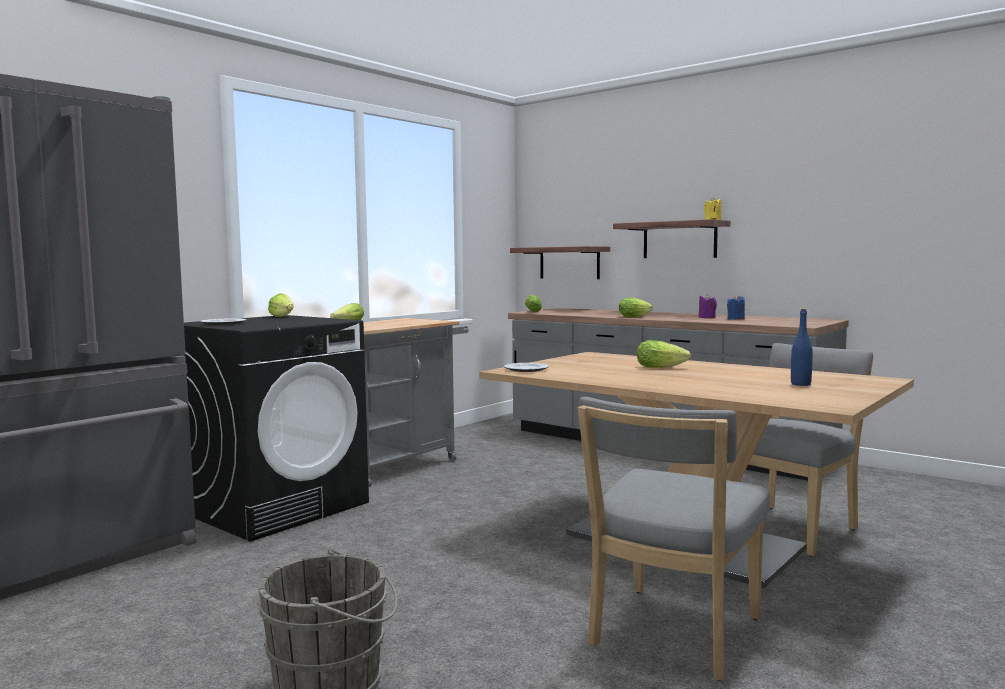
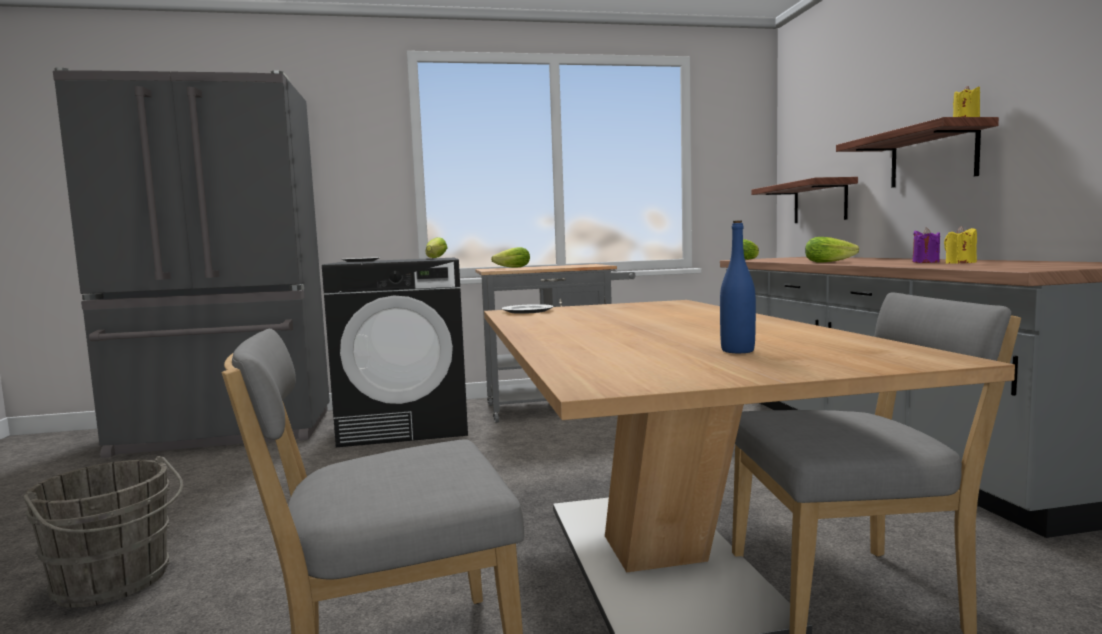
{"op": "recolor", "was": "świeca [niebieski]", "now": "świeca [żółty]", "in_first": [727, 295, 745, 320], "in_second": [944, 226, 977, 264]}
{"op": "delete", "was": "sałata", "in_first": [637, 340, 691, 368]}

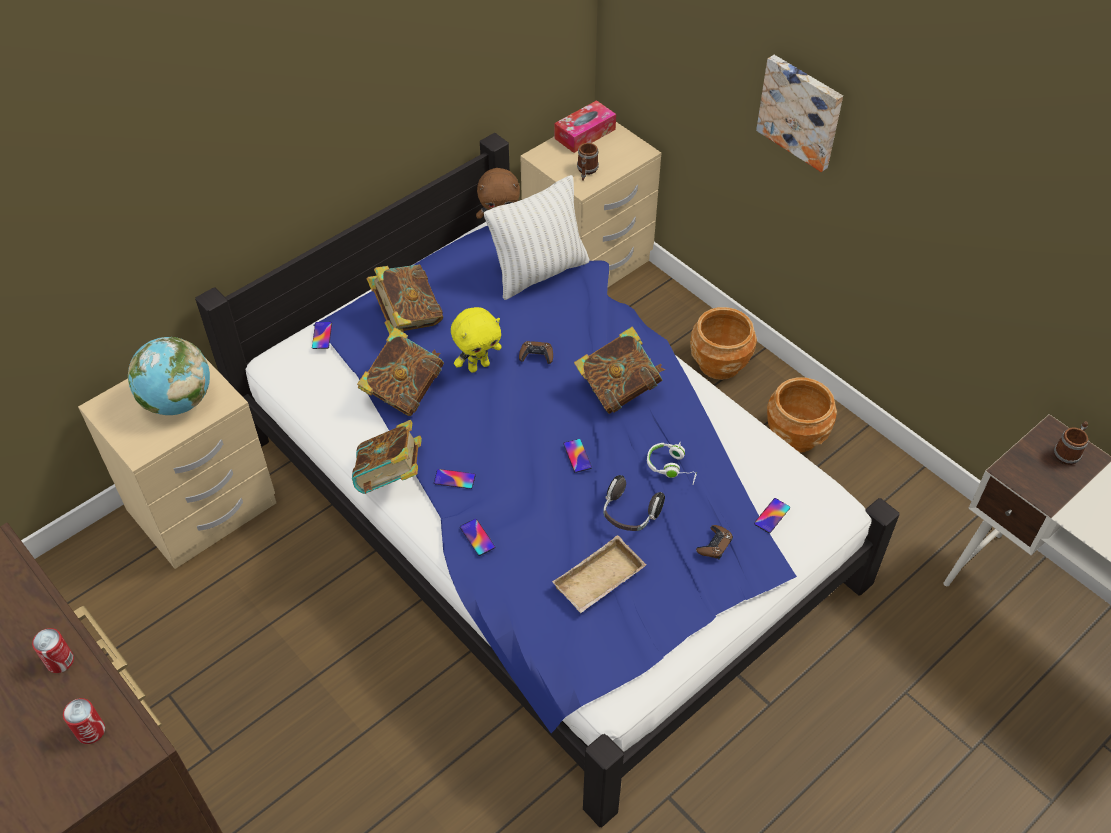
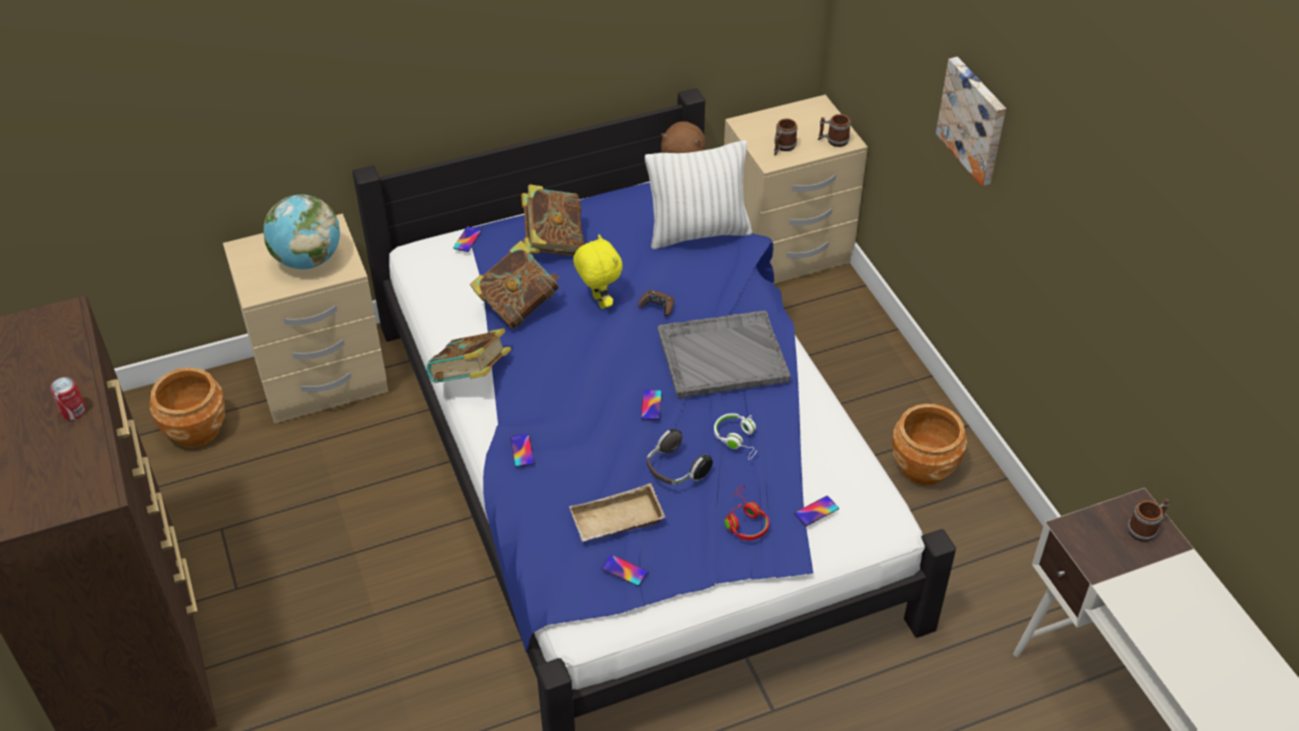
{"op": "move", "was": "donica [brązowy]", "in_first": [690, 307, 757, 380], "in_second": [150, 368, 225, 448]}
{"op": "rotate", "was": "pluszak [żółty]", "in_first": [451, 307, 502, 373], "in_second": [573, 234, 623, 309], "clockwise": -105}
{"op": "move", "was": "telefon", "in_first": [434, 469, 476, 489], "in_second": [601, 555, 648, 586]}
{"op": "replace", "was": "książka", "now": "taca [szary]", "in_first": [574, 327, 665, 414], "in_second": [657, 311, 791, 399]}
{"op": "replace", "was": "pad do gier [brązowy]", "now": "słuchawki [czerwony]", "in_first": [696, 525, 733, 559], "in_second": [724, 485, 769, 540]}
{"op": "insert", "now": "kubek", "in_second": [818, 114, 851, 147]}
{"op": "delete", "was": "puszka", "in_first": [63, 698, 105, 744]}
{"op": "delete", "was": "pudełko chusteczek", "in_first": [555, 100, 616, 153]}

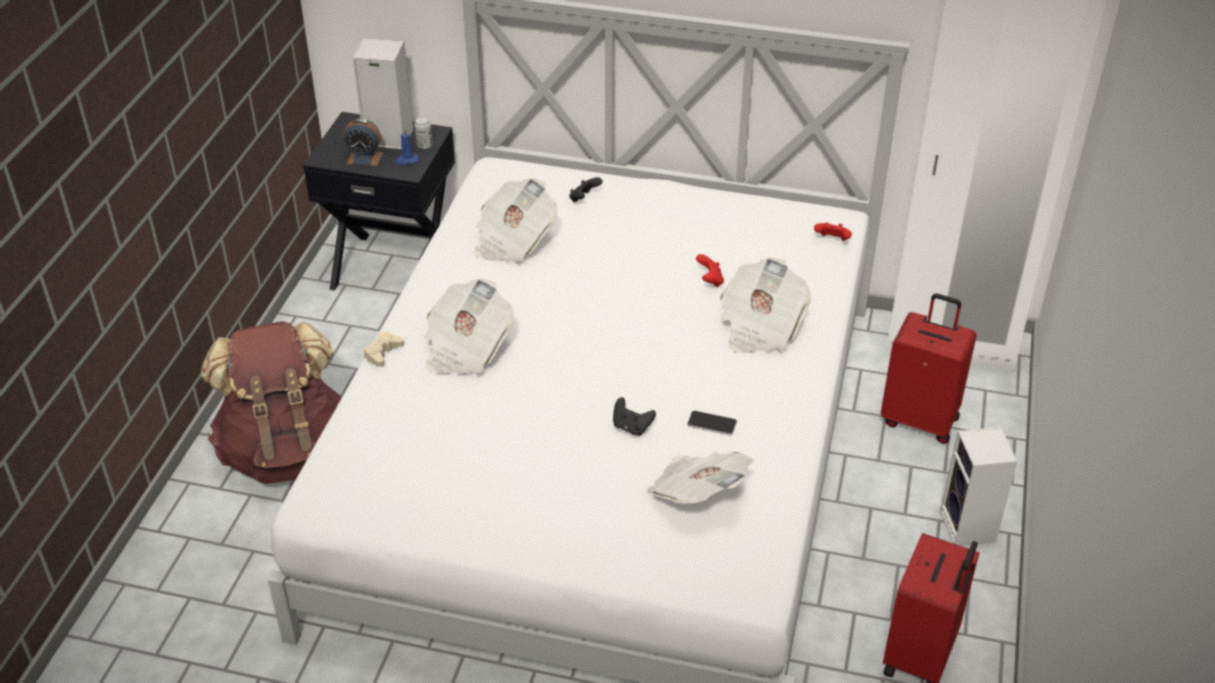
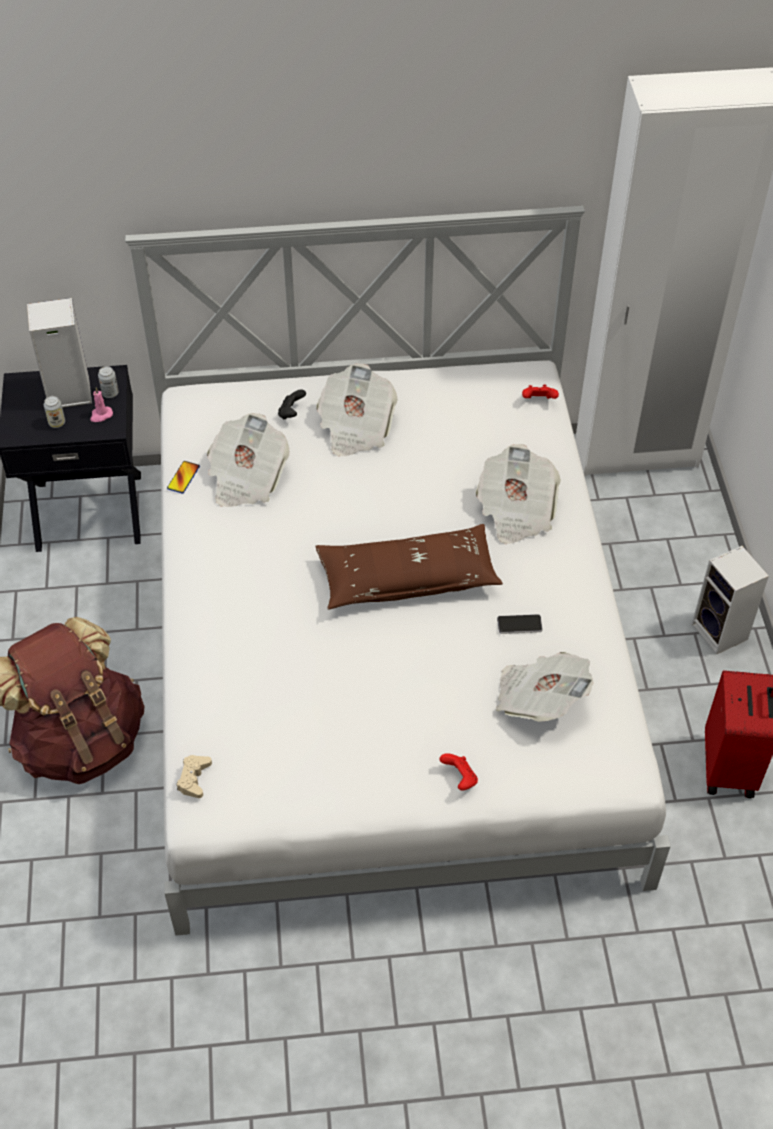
{"op": "replace", "was": "budzik", "now": "puszka", "in_first": [343, 119, 383, 166], "in_second": [44, 396, 65, 428]}
{"op": "recolor", "was": "świeca [niebieski]", "now": "świeca [różowy]", "in_first": [395, 128, 418, 165], "in_second": [90, 387, 113, 422]}
{"op": "insert", "now": "telefon", "in_second": [167, 461, 200, 493]}
{"op": "move", "was": "pad do gier [beżowy]", "in_first": [364, 332, 404, 367], "in_second": [177, 755, 212, 798]}
{"op": "insert", "now": "poduszka [brązowy]", "in_second": [315, 524, 503, 610]}
{"op": "move", "was": "gazeta", "in_first": [424, 279, 514, 374], "in_second": [316, 363, 398, 457]}
{"op": "move", "was": "pad do gier [czerwony]", "in_first": [696, 254, 724, 287], "in_second": [439, 753, 478, 790]}
{"op": "delete", "was": "pad do gier [czarny]", "in_first": [613, 397, 656, 436]}
{"op": "delete", "was": "walizka [czerwony]", "in_first": [881, 293, 977, 444]}

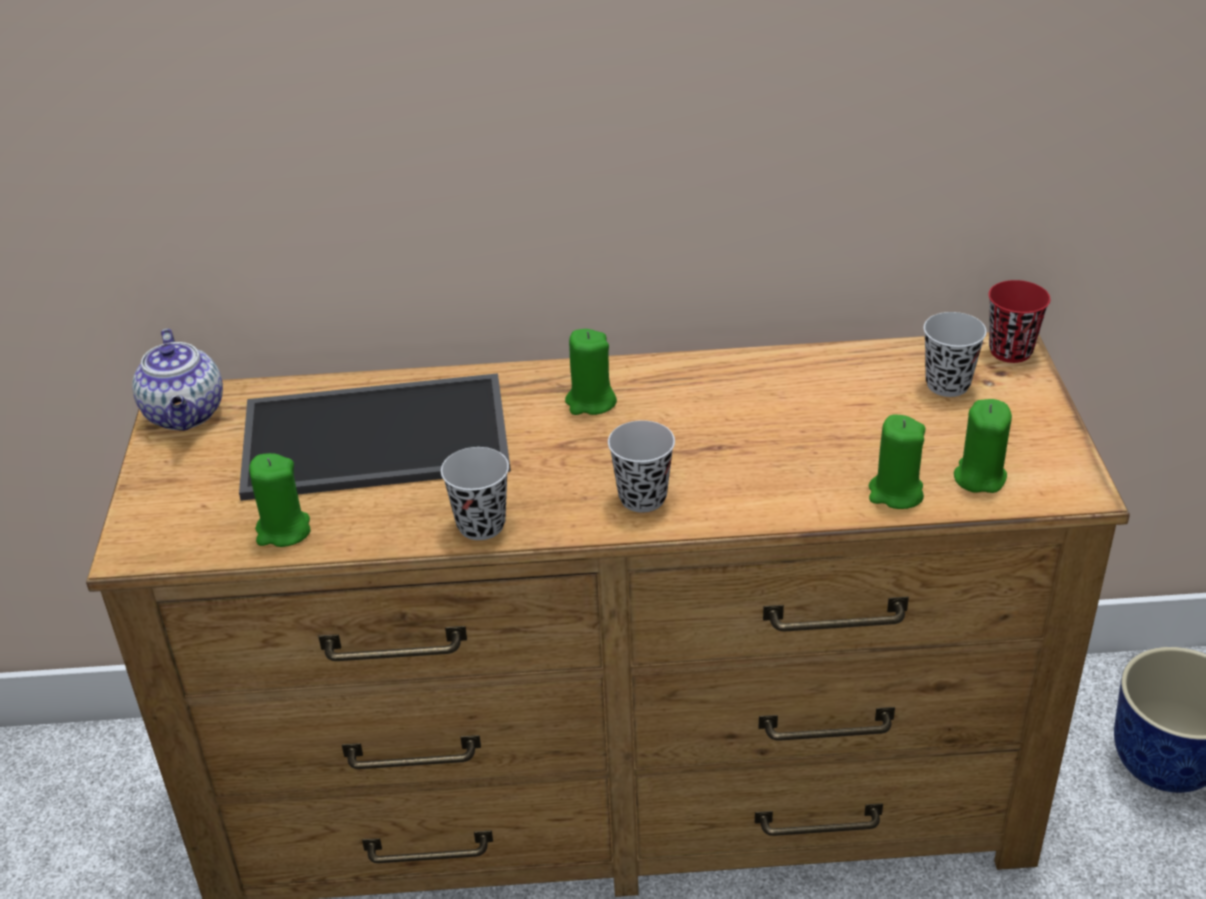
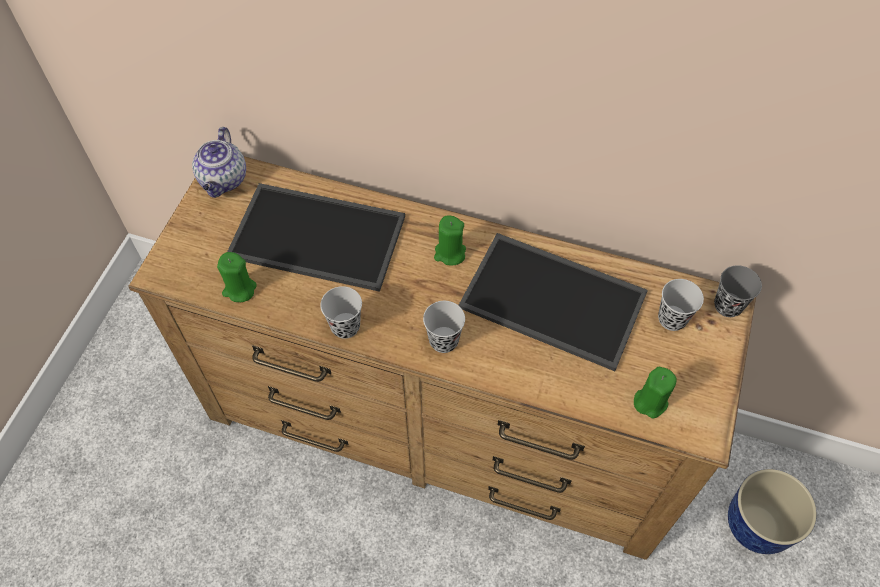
{"op": "insert", "now": "taca", "in_second": [458, 233, 648, 371]}
{"op": "recolor", "was": "filiżanka [czerwony]", "now": "filiżanka [szary]", "in_first": [989, 280, 1050, 363], "in_second": [714, 265, 762, 317]}
{"op": "delete", "was": "świeca [zielony]", "in_first": [868, 415, 926, 509]}

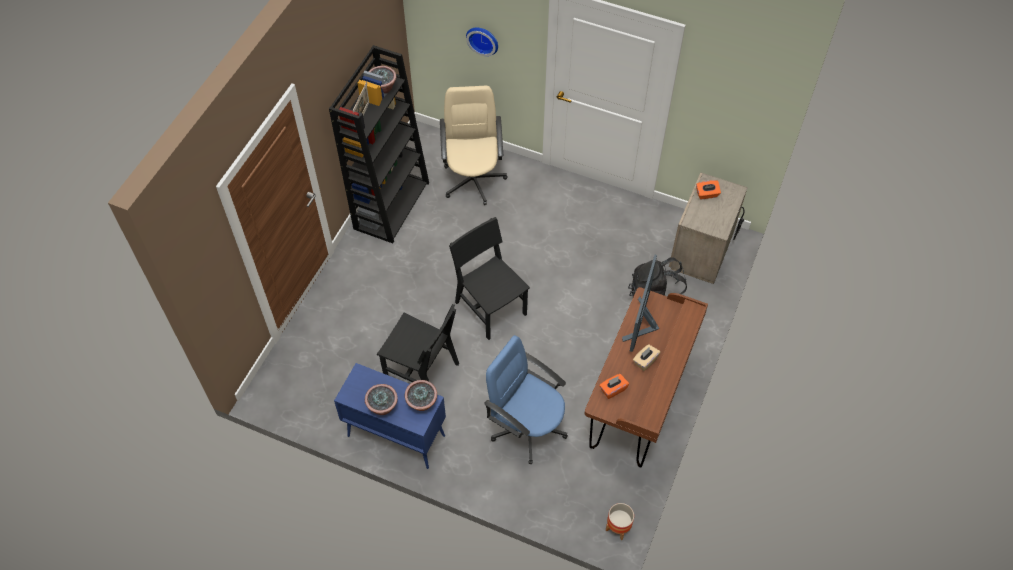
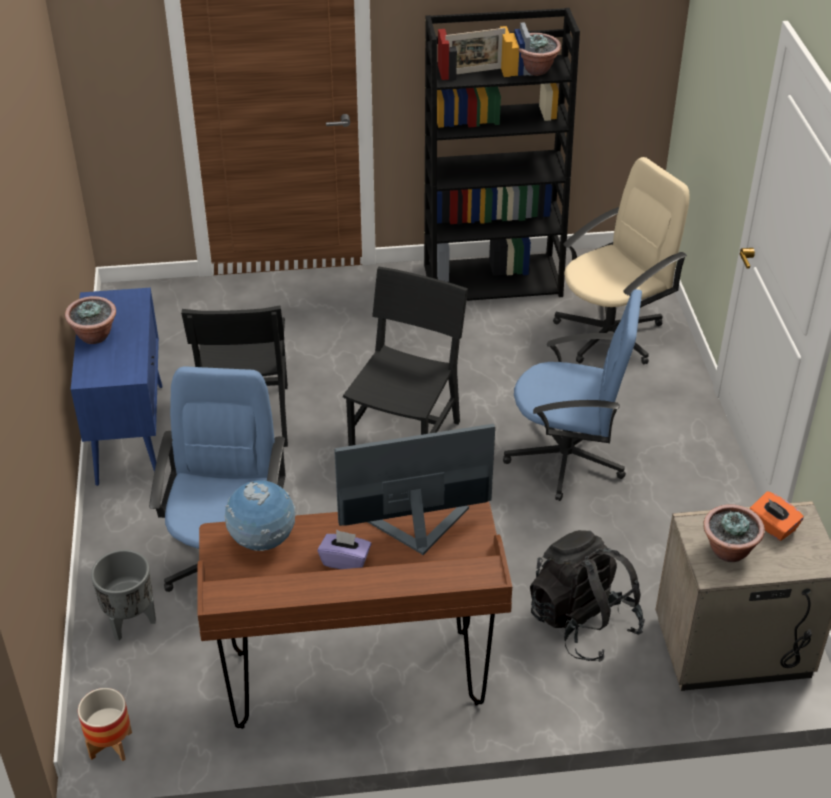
{"op": "insert", "now": "donica [szary]", "in_second": [91, 549, 156, 641]}
{"op": "replace", "was": "pudełko chusteczek [pomarańczowy]", "now": "globus", "in_first": [600, 374, 629, 399], "in_second": [224, 480, 296, 551]}
{"op": "recolor", "was": "pudełko chusteczek [beżowy]", "now": "pudełko chusteczek [fioletowy]", "in_first": [633, 344, 661, 371], "in_second": [318, 530, 371, 569]}
{"op": "insert", "now": "krzesło biurowe [niebieski]", "in_second": [503, 289, 642, 501]}
{"op": "move", "was": "roślina doniczkowa", "in_first": [405, 380, 437, 411], "in_second": [703, 504, 765, 562]}
{"op": "delete", "was": "zegar ścienny", "in_first": [466, 28, 498, 56]}

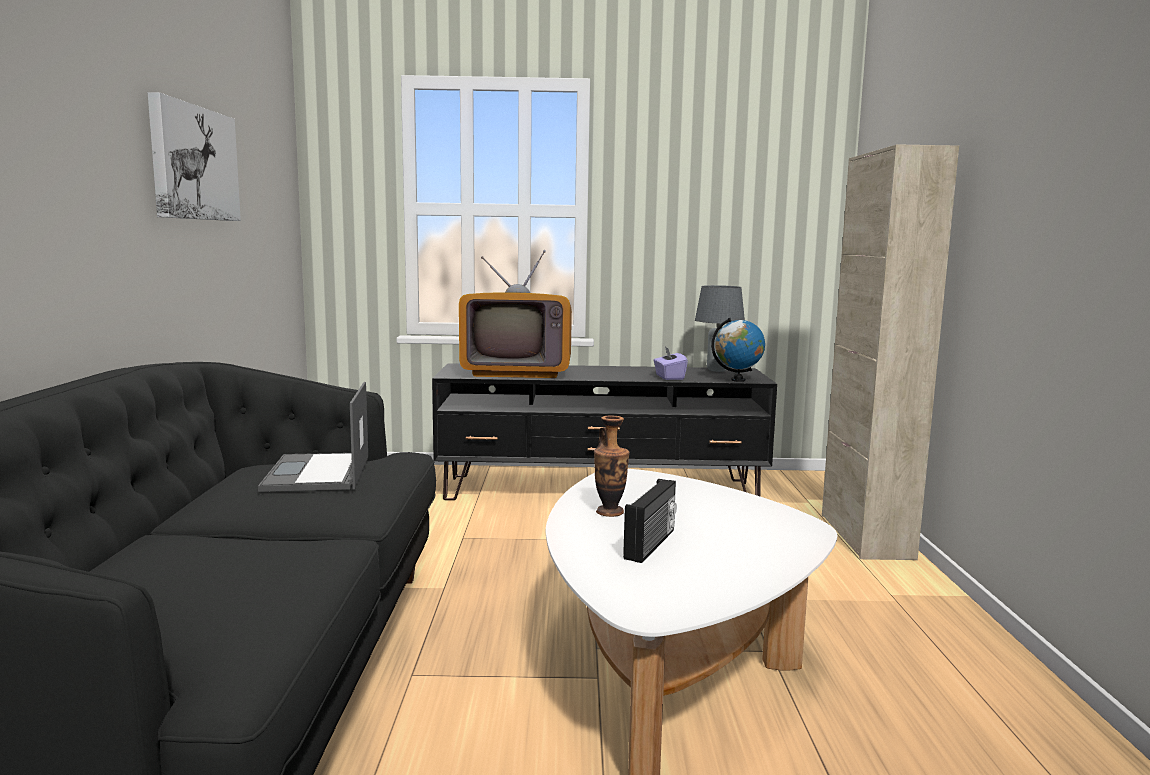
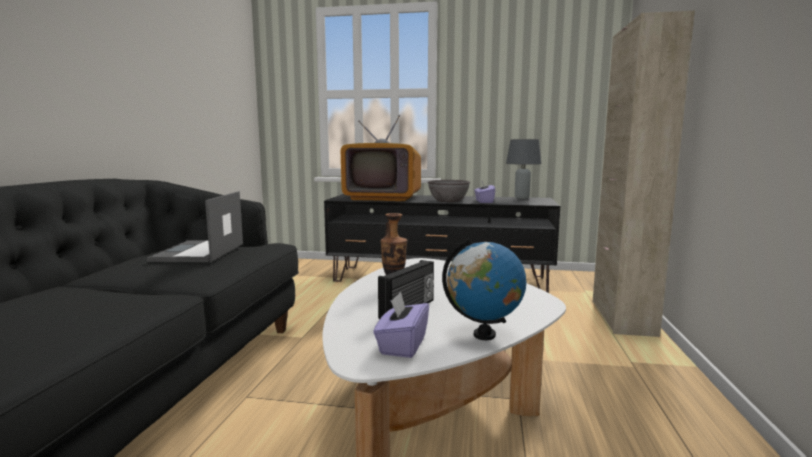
{"op": "insert", "now": "pudełko chusteczek [fioletowy]", "in_second": [373, 292, 429, 358]}
{"op": "insert", "now": "miska [szary]", "in_second": [428, 180, 470, 202]}
{"op": "move", "was": "globus", "in_first": [711, 318, 765, 382], "in_second": [442, 238, 527, 340]}
{"op": "delete", "was": "obraz", "in_first": [147, 92, 241, 221]}

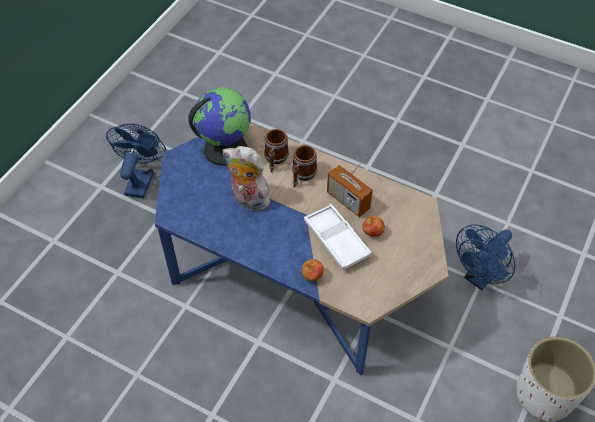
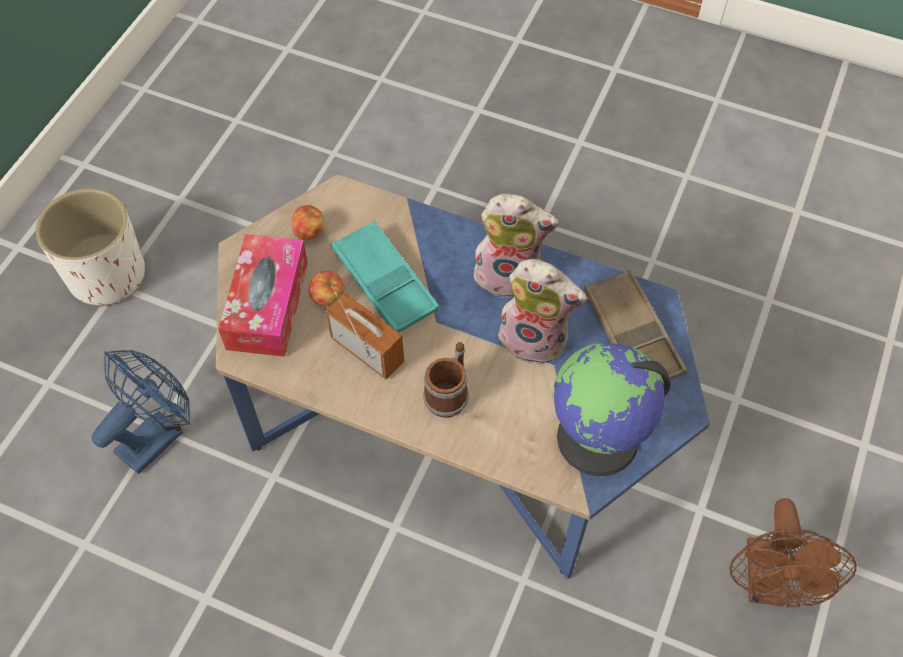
{"op": "insert", "now": "pudełko chusteczek", "in_second": [218, 234, 308, 357]}
{"op": "move", "was": "jabłko", "in_first": [302, 259, 324, 281], "in_second": [292, 205, 324, 240]}
{"op": "recolor", "was": "taca [biały]", "now": "taca [turkusowy]", "in_first": [304, 204, 372, 270], "in_second": [331, 221, 439, 332]}
{"op": "insert", "now": "pluszak", "in_second": [474, 193, 559, 298]}
{"op": "insert", "now": "taca [brązowy]", "in_second": [584, 270, 687, 379]}
{"op": "recolor", "was": "wentylator [niebieski]", "now": "wentylator [brązowy]", "in_first": [106, 124, 166, 198], "in_second": [729, 498, 857, 608]}
{"op": "delete", "was": "kubek", "in_first": [264, 129, 289, 173]}

